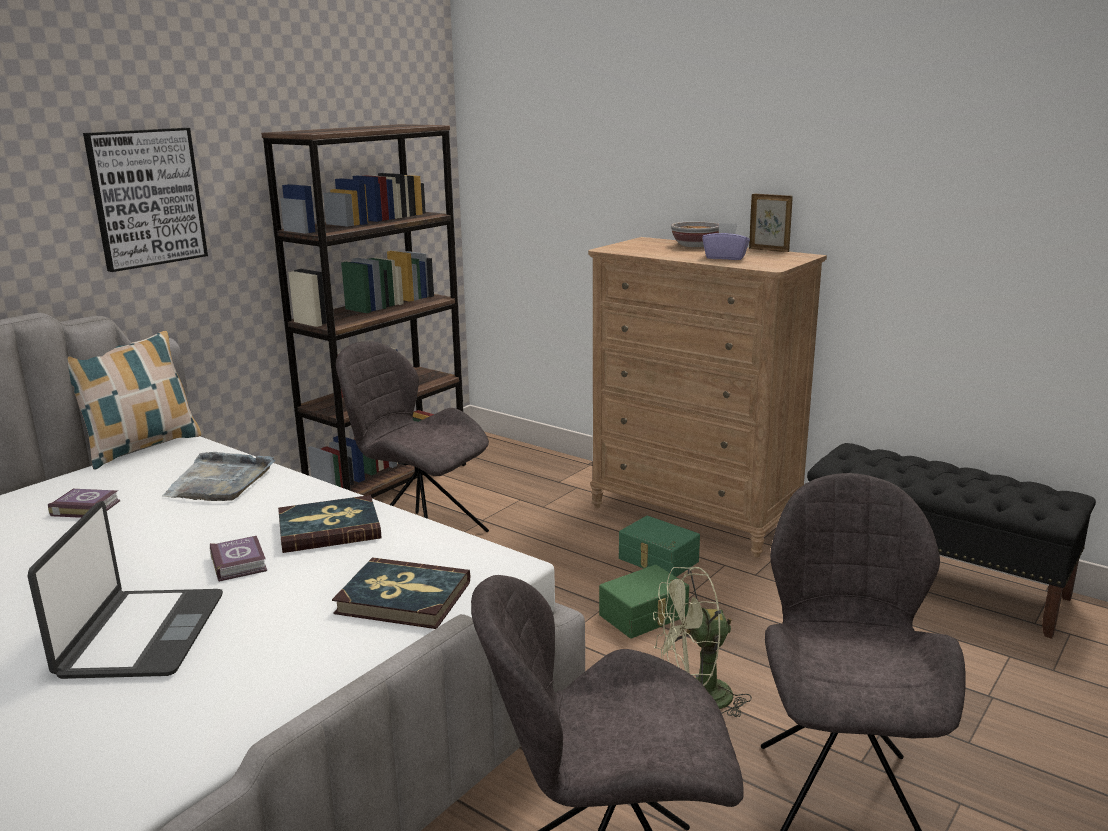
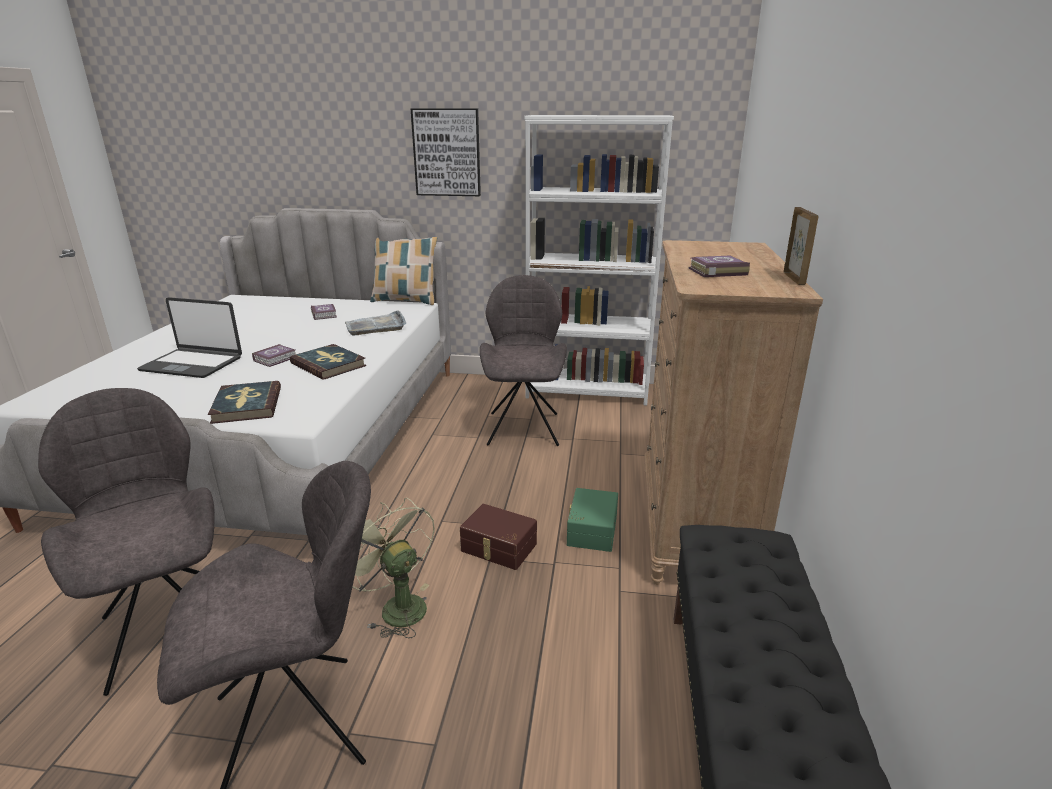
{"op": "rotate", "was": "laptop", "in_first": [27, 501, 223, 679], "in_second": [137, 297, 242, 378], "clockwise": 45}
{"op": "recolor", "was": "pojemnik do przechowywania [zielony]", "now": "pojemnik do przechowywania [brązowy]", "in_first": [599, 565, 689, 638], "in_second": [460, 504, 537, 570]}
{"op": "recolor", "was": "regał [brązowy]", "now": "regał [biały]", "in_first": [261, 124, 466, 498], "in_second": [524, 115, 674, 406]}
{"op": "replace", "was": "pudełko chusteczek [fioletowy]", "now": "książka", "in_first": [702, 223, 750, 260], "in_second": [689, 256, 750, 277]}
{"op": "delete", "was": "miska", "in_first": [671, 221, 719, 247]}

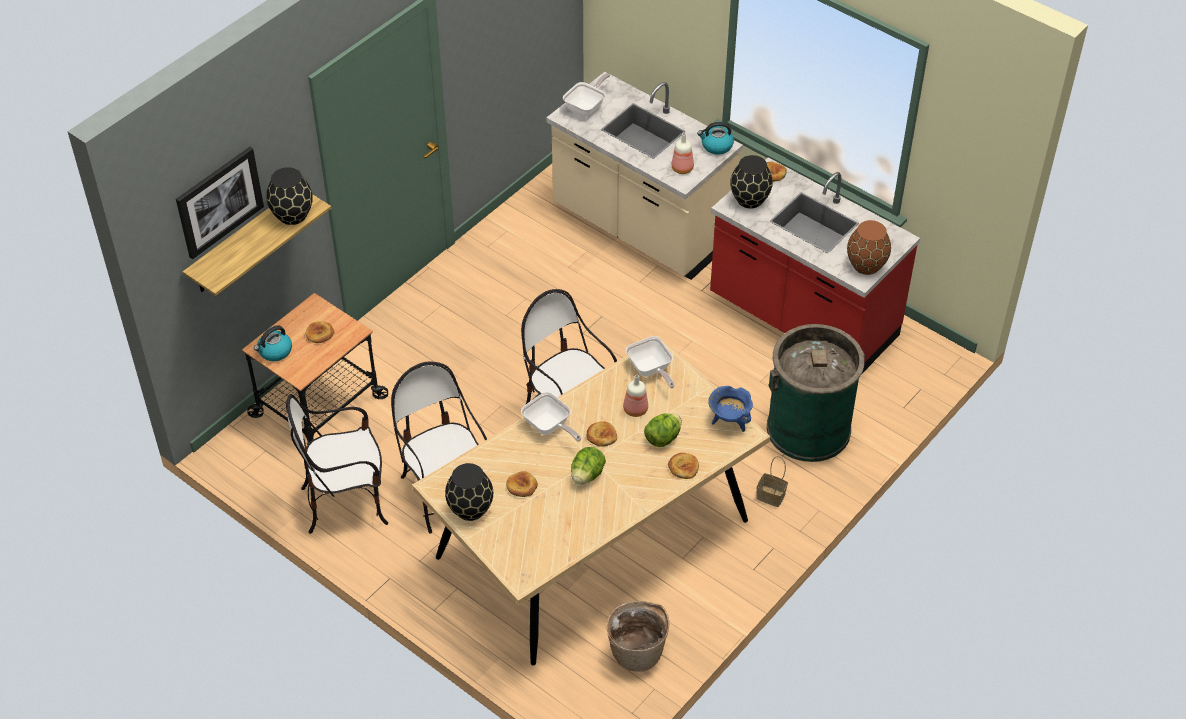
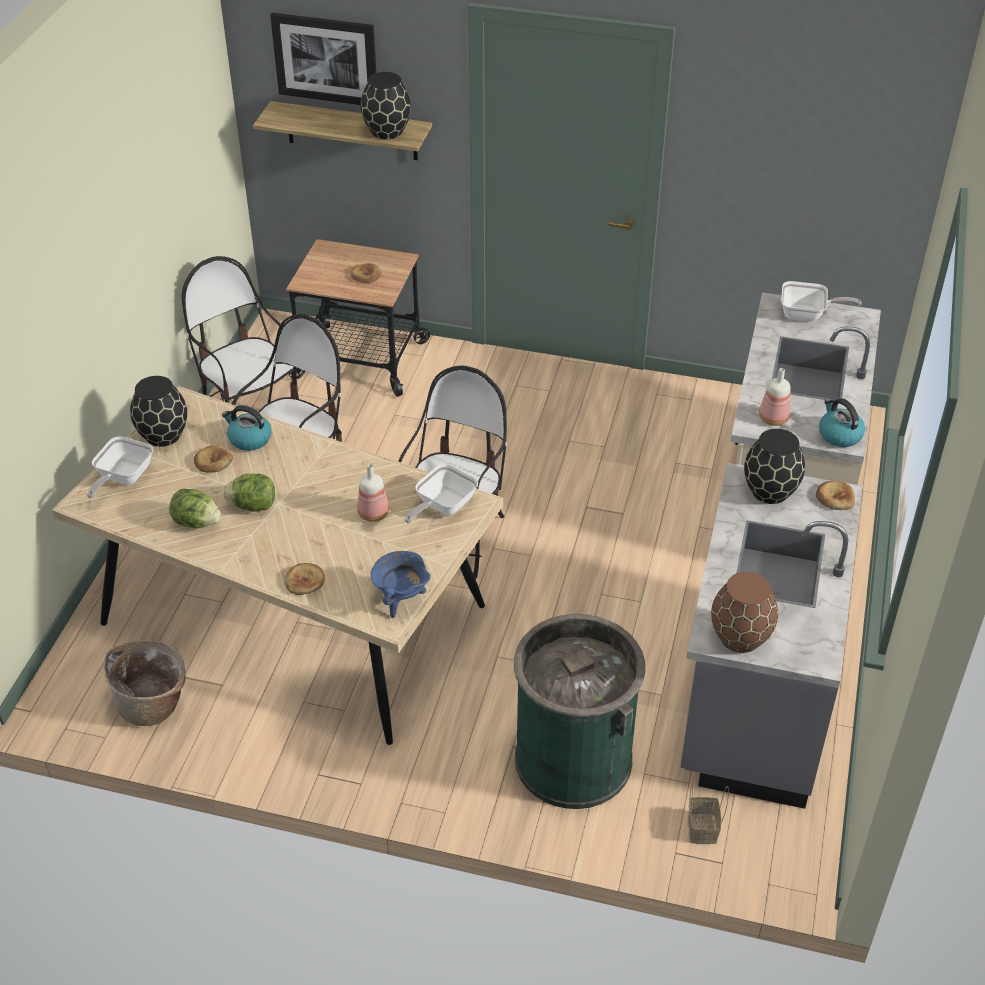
{"op": "move", "was": "patelnia", "in_first": [521, 392, 581, 442], "in_second": [87, 436, 153, 498]}
{"op": "move", "was": "sałata", "in_first": [644, 413, 682, 447], "in_second": [169, 488, 221, 529]}
{"op": "move", "was": "czajnik", "in_first": [254, 325, 292, 361], "in_second": [222, 405, 272, 451]}
{"op": "recolor", "was": "zabudowa kuchenna [czerwony]", "now": "zabudowa kuchenna [szary]", "in_first": [710, 157, 920, 372], "in_second": [680, 463, 862, 809]}
{"op": "move", "was": "koszyk", "in_first": [756, 456, 788, 507], "in_second": [688, 785, 729, 844]}
{"op": "delete", "was": "chleb", "in_first": [587, 421, 617, 447]}

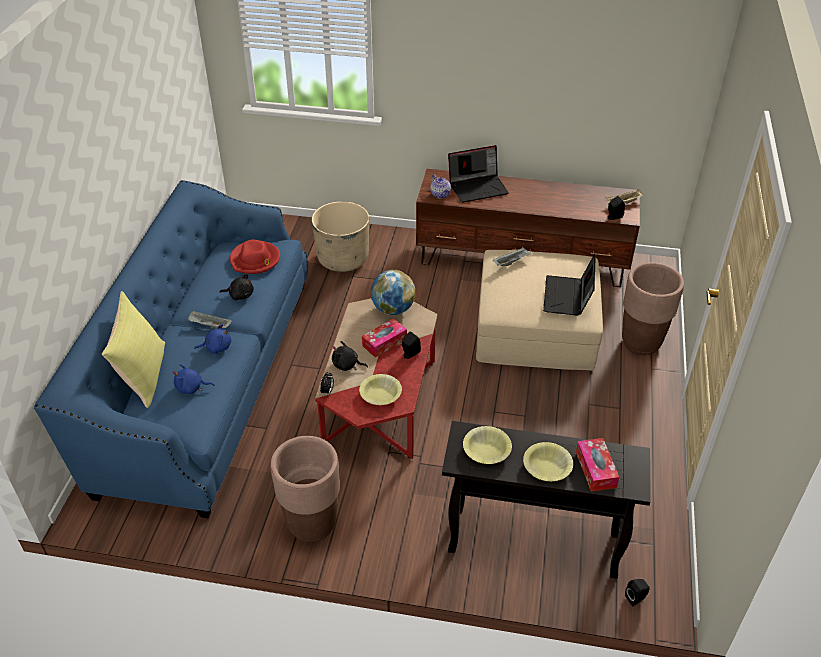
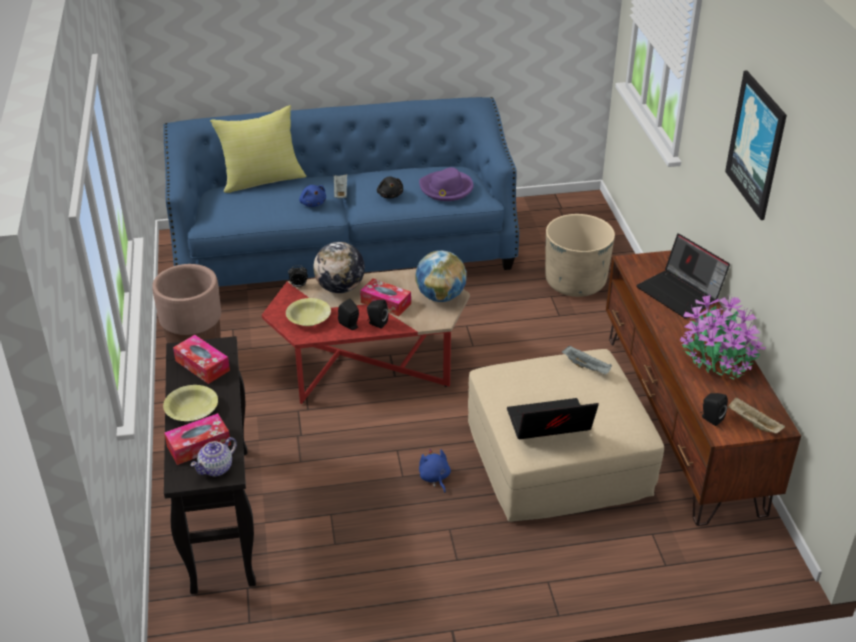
{"op": "replace", "was": "miska [żółty]", "now": "pudełko chusteczek", "in_first": [463, 426, 512, 464], "in_second": [173, 335, 230, 384]}
{"op": "move", "was": "imbryk", "in_first": [430, 175, 451, 198], "in_second": [190, 437, 237, 476]}
{"op": "replace", "was": "pluszak [czarny]", "now": "globus", "in_first": [332, 341, 368, 371], "in_second": [313, 242, 365, 293]}
{"op": "move", "was": "głośnik [czarny]", "in_first": [625, 579, 650, 606], "in_second": [338, 299, 359, 330]}
{"op": "recolor", "was": "kapelusz [czerwony]", "now": "kapelusz [fioletowy]", "in_first": [230, 240, 280, 274], "in_second": [419, 167, 474, 201]}
{"op": "move", "was": "pluszak [niebieski]", "in_first": [173, 364, 214, 394], "in_second": [419, 449, 451, 493]}
{"op": "insert", "now": "roślina doniczkowa", "in_second": [680, 292, 766, 379]}
{"op": "insert", "now": "obraz", "in_second": [725, 70, 787, 220]}
{"op": "delete", "was": "donica [brązowy]", "in_first": [622, 262, 684, 355]}

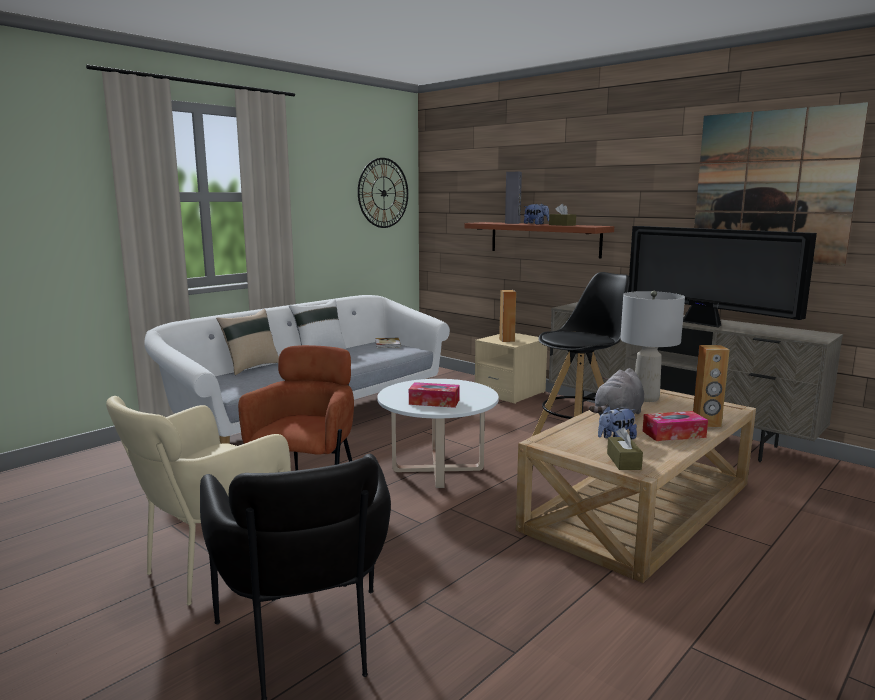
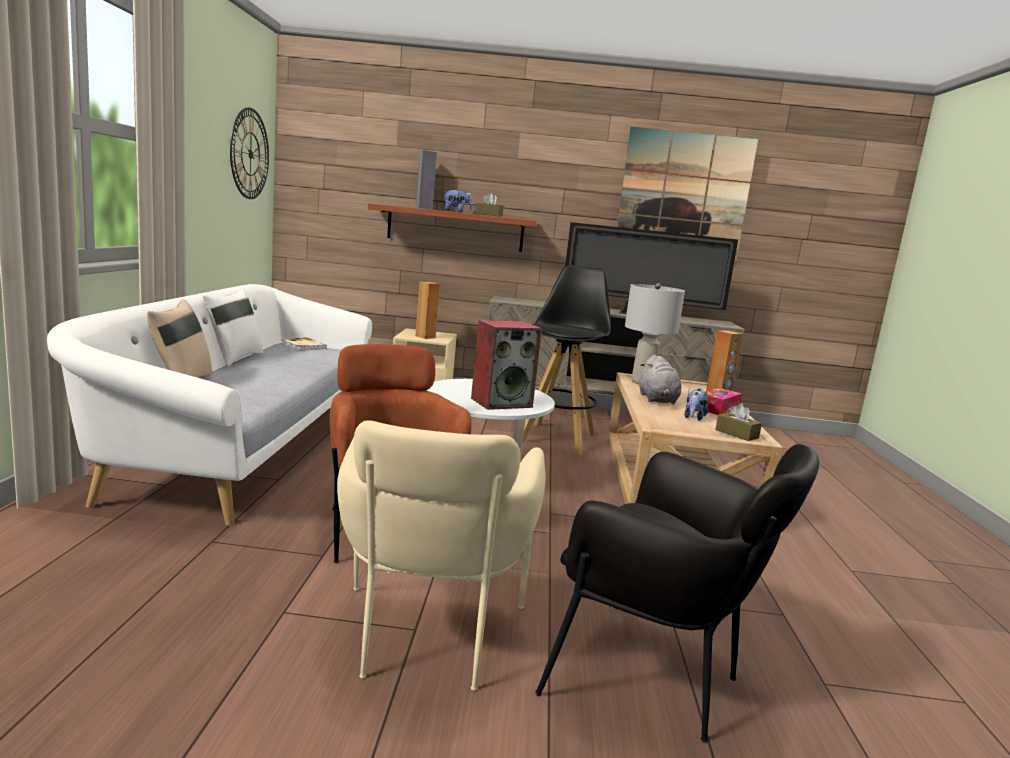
{"op": "replace", "was": "pudełko chusteczek", "now": "głośnik", "in_first": [409, 382, 460, 408], "in_second": [471, 320, 542, 410]}

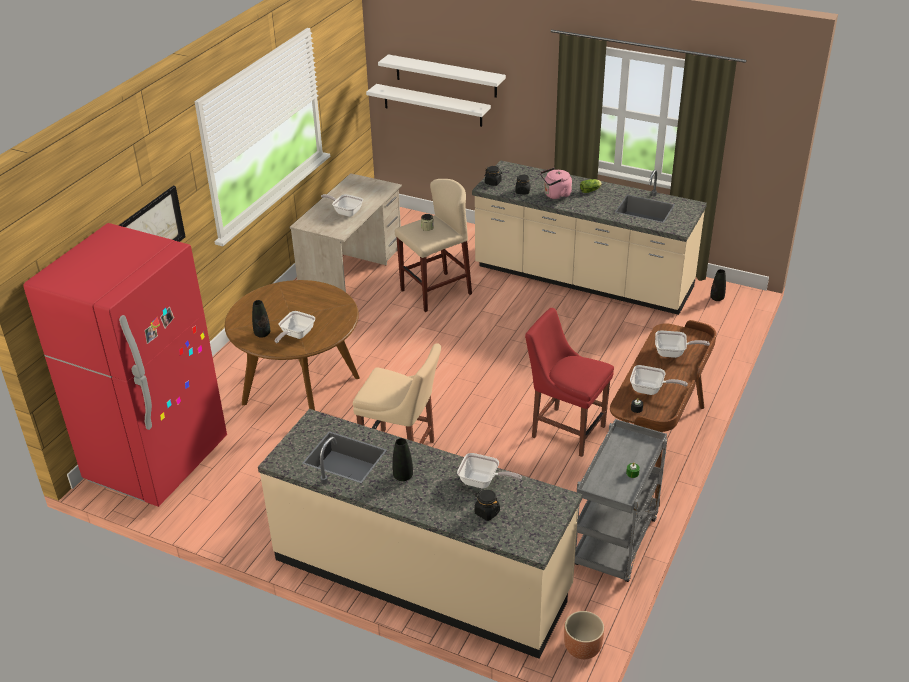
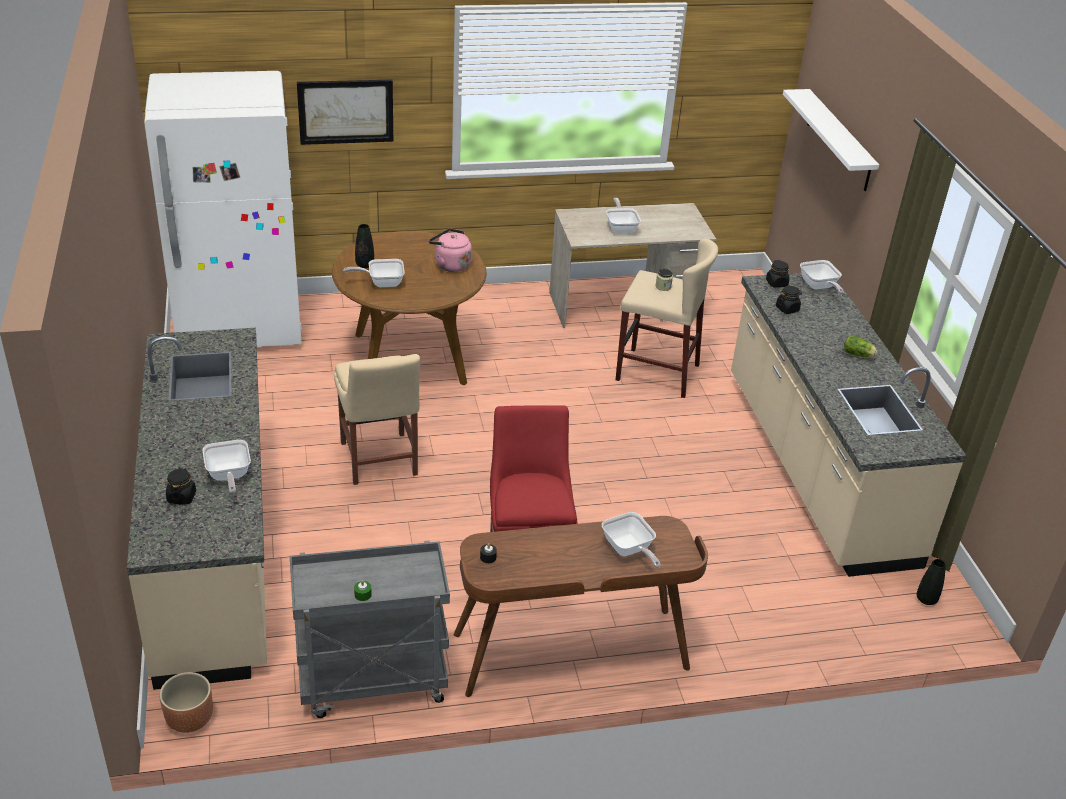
{"op": "recolor", "was": "lodówka [czerwony]", "now": "lodówka [biały]", "in_first": [24, 223, 227, 507], "in_second": [144, 71, 302, 347]}
{"op": "move", "was": "czajnik [różowy]", "in_first": [540, 167, 572, 200], "in_second": [429, 229, 472, 272]}
{"op": "move", "was": "patelnia", "in_first": [630, 365, 688, 395], "in_second": [800, 260, 844, 294]}
{"op": "delete", "was": "półka [biały]", "in_first": [366, 84, 491, 127]}
{"op": "delete", "was": "wazon [czarny]", "in_first": [392, 438, 413, 481]}

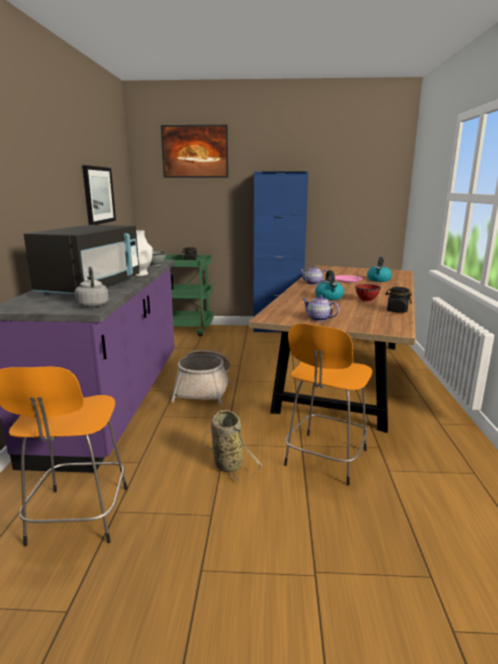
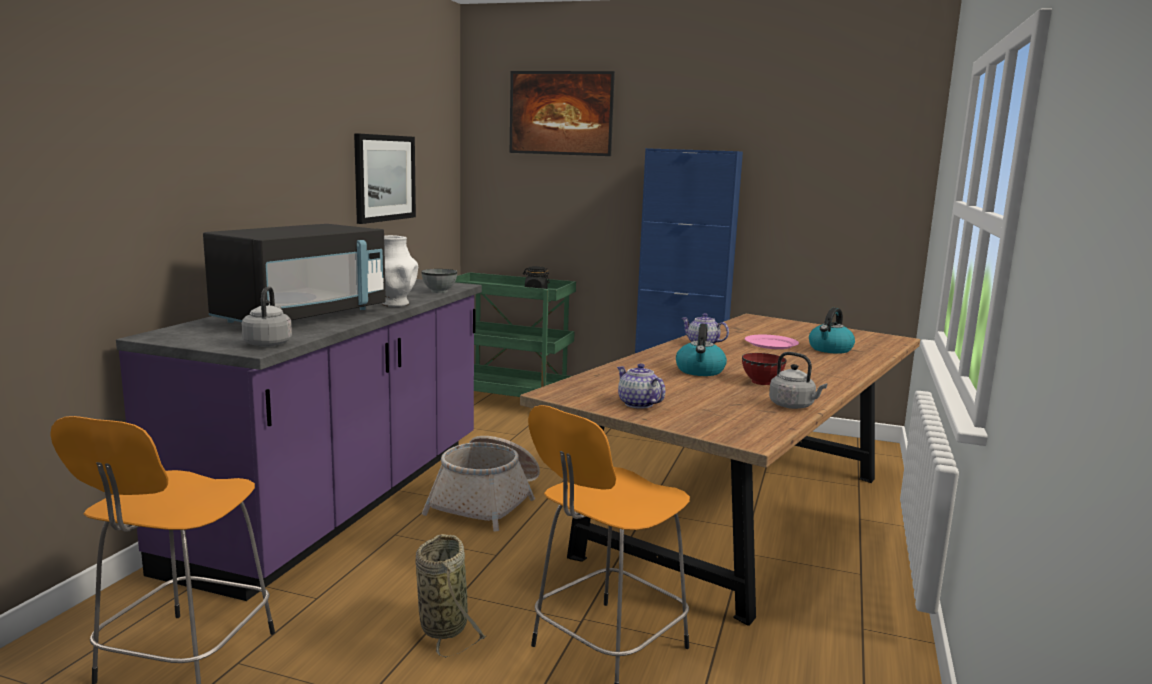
{"op": "replace", "was": "słoik [czarny]", "now": "czajnik [szary]", "in_first": [385, 287, 412, 313], "in_second": [769, 352, 827, 409]}

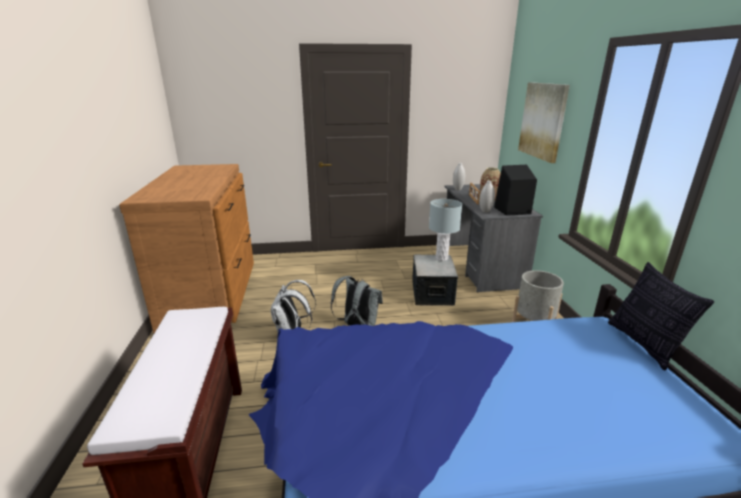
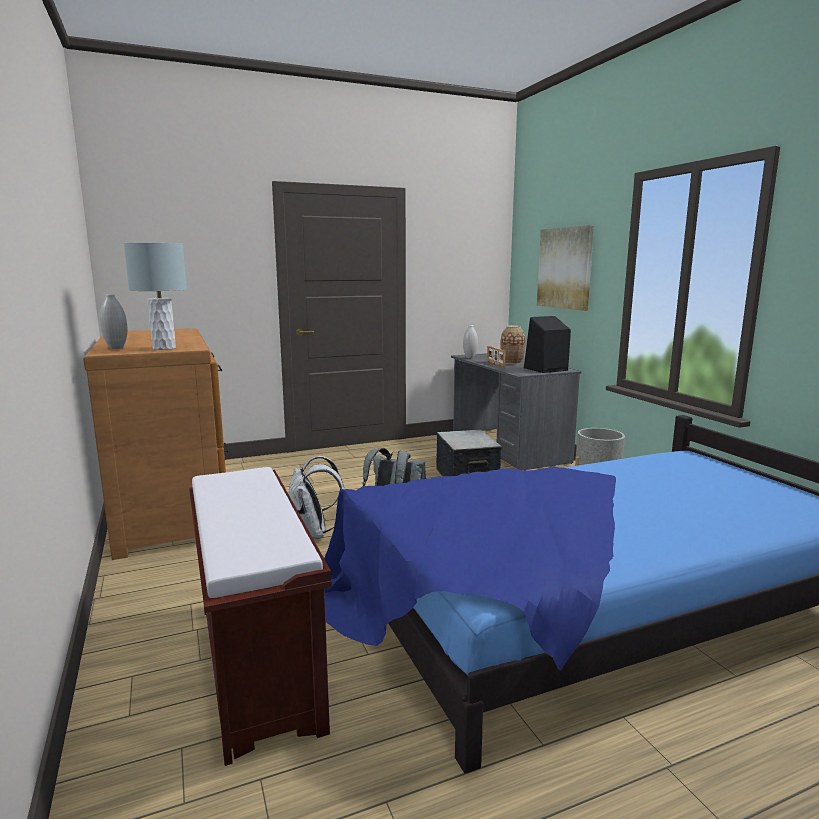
{"op": "move", "was": "wazon [biały]", "in_first": [480, 181, 495, 213], "in_second": [100, 294, 127, 349]}
{"op": "move", "was": "lampa stołowa [szary]", "in_first": [429, 199, 462, 261], "in_second": [124, 243, 187, 350]}
{"op": "delete", "was": "poduszka", "in_first": [608, 262, 714, 371]}

